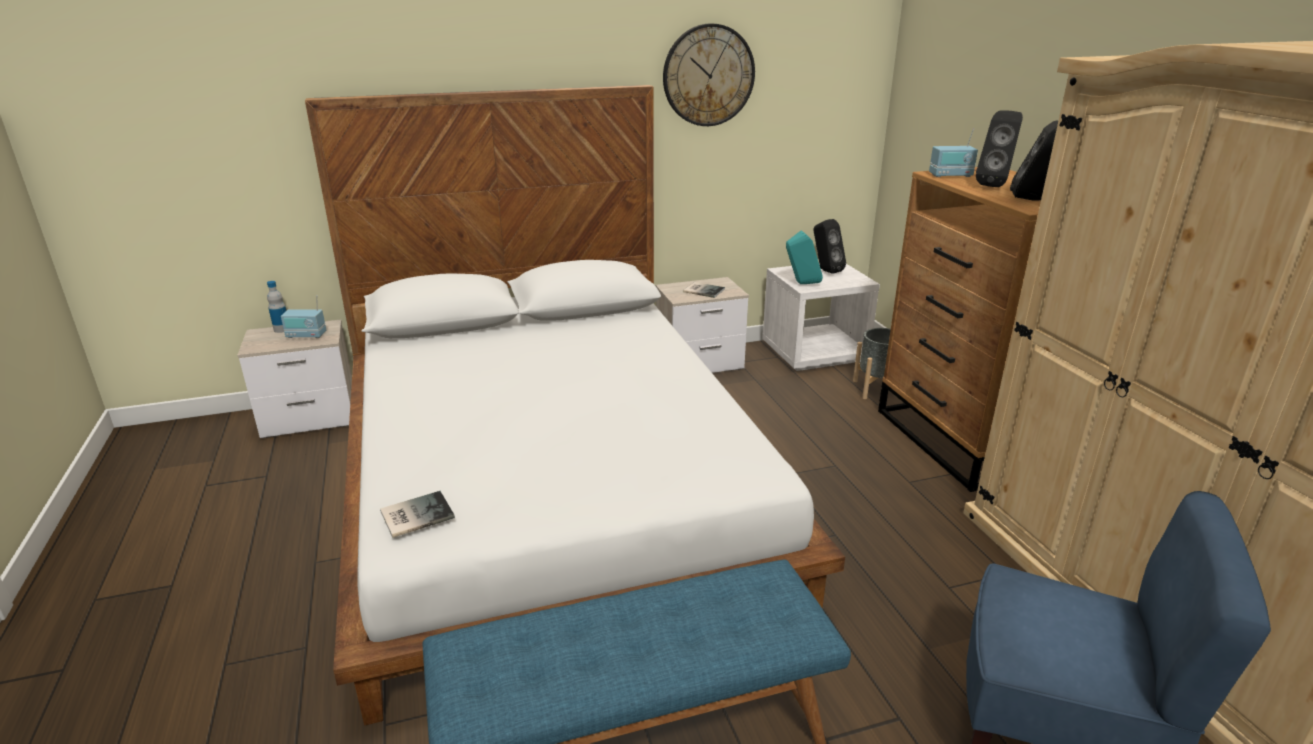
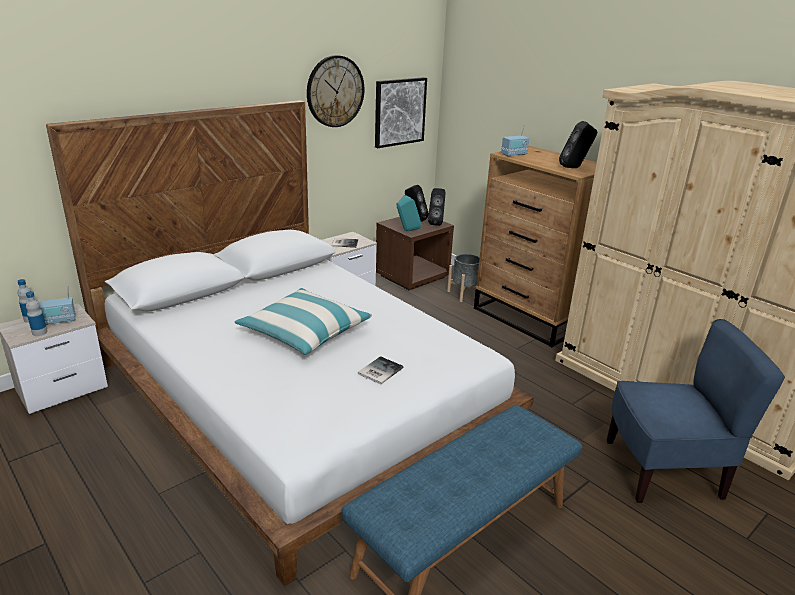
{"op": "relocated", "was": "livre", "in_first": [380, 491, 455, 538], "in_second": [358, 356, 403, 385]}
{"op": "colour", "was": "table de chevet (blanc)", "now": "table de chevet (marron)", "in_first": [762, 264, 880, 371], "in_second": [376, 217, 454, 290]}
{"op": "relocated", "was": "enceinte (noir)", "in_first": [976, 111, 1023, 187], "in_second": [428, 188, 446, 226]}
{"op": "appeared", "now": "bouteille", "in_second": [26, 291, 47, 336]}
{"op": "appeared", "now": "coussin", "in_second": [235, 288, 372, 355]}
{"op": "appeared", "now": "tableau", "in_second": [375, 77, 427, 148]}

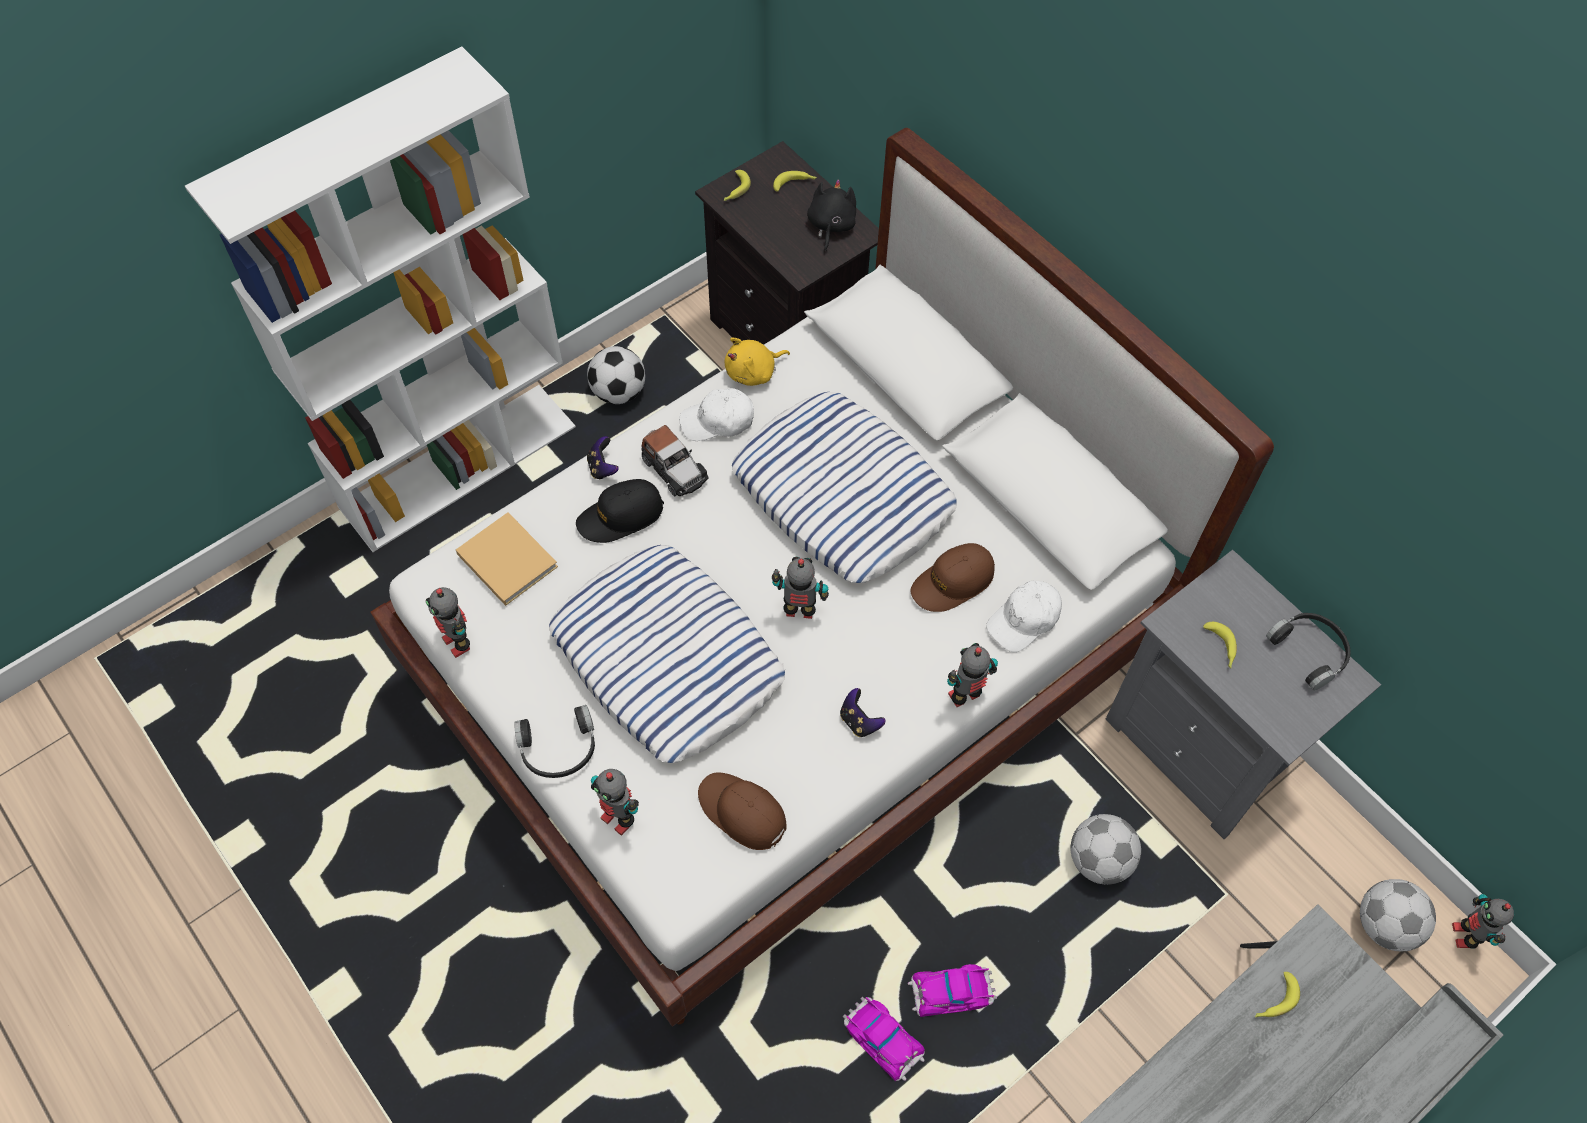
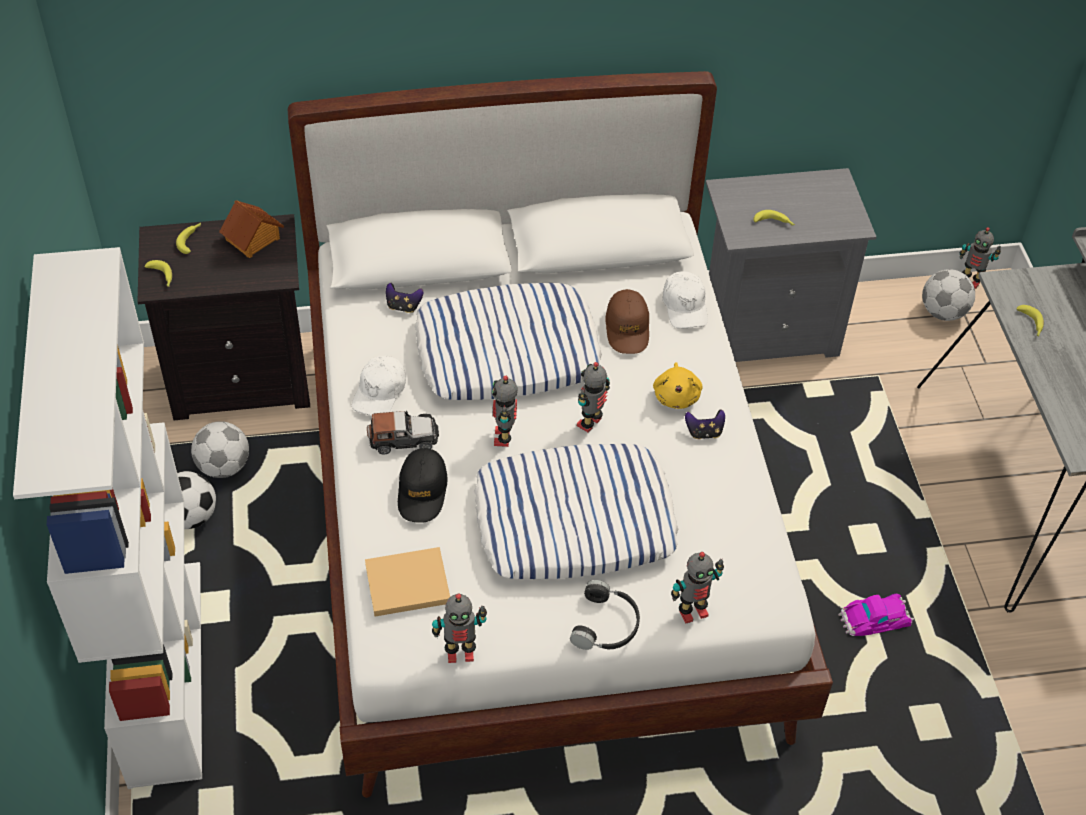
{"op": "relocated", "was": "manette", "in_first": [587, 436, 619, 480], "in_second": [386, 283, 423, 313]}
{"op": "missing", "was": "casquette (marron)", "in_first": [698, 772, 786, 850]}
{"op": "relocated", "was": "peluche (jaune)", "in_first": [725, 337, 790, 386], "in_second": [653, 362, 702, 409]}
{"op": "exchanged", "was": "peluche (noir)", "now": "maison miniature", "in_first": [807, 179, 856, 252], "in_second": [219, 200, 284, 258]}
{"op": "missing", "was": "petite voiture", "in_first": [908, 964, 997, 1017]}
{"op": "relocated", "was": "robot jouet", "in_first": [947, 643, 998, 707], "in_second": [492, 376, 518, 447]}
{"op": "relocated", "was": "ballon de foot", "in_first": [1070, 814, 1141, 885], "in_second": [191, 421, 249, 478]}
{"op": "missing", "was": "casque audio (noir)", "in_first": [1266, 613, 1351, 690]}

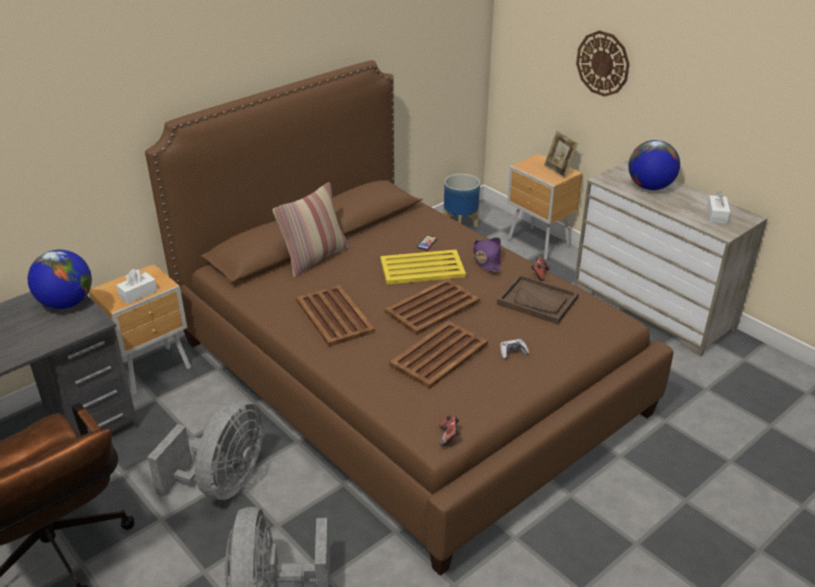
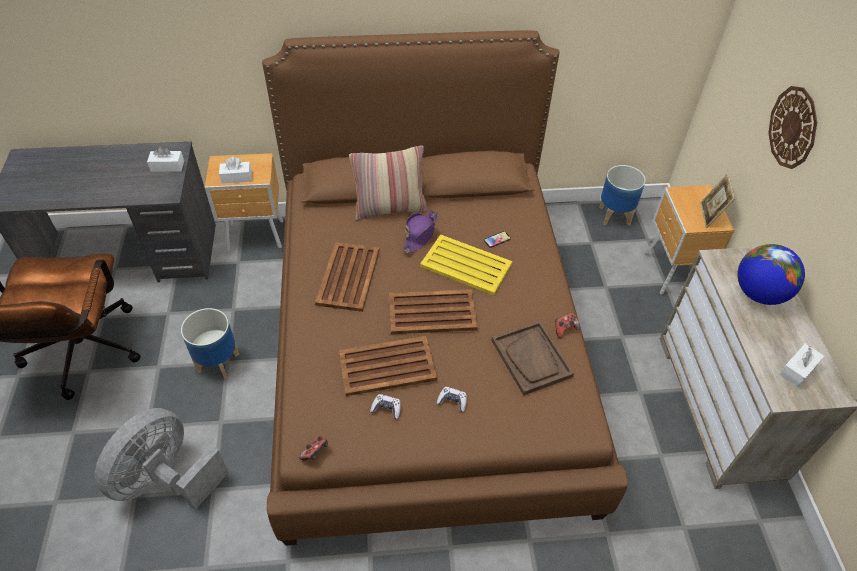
{"op": "exchanged", "was": "globe", "now": "boîte à mouchoirs (blanc)", "in_first": [28, 250, 92, 309], "in_second": [147, 147, 184, 172]}
{"op": "exchanged", "was": "ventilateur (gris)", "now": "cache-pot", "in_first": [147, 399, 264, 500], "in_second": [181, 308, 239, 379]}
{"op": "relocated", "was": "chapeau (violet)", "in_first": [473, 237, 501, 272], "in_second": [403, 210, 437, 253]}
{"op": "appeared", "now": "manette", "in_second": [370, 394, 401, 419]}

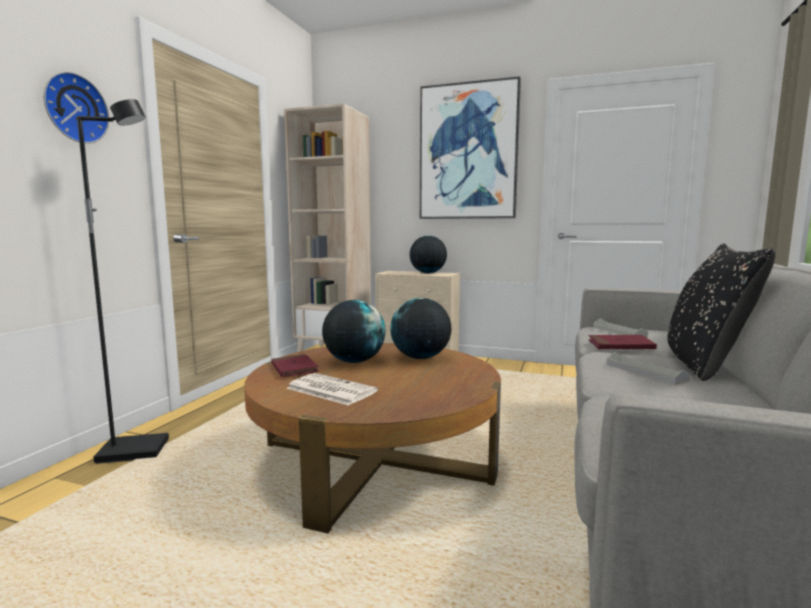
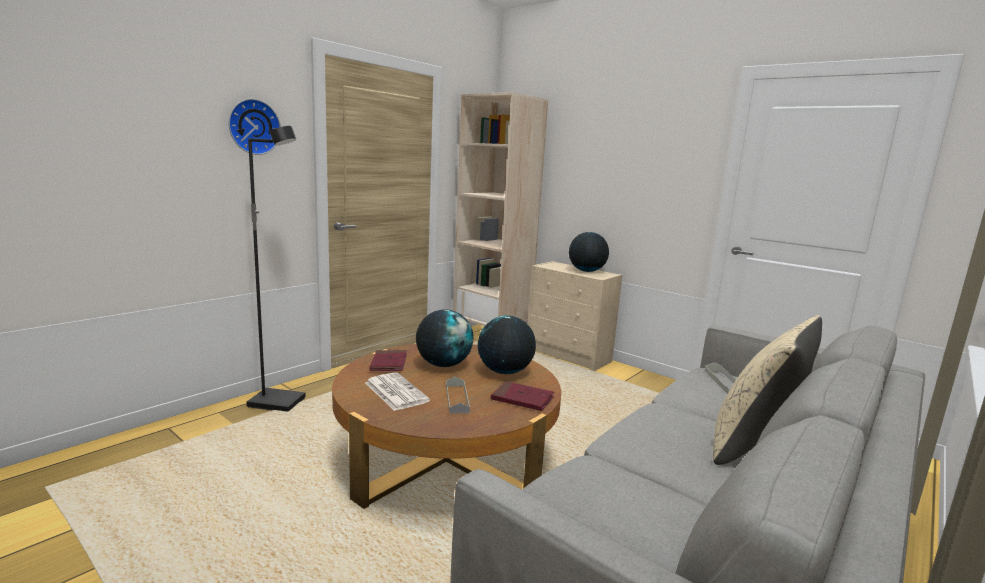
{"op": "missing", "was": "tableau", "in_first": [420, 76, 521, 219]}
{"op": "relocated", "was": "livre (rouge)", "in_first": [588, 335, 657, 349], "in_second": [491, 381, 554, 411]}
{"op": "relocated", "was": "plateau (gris)", "in_first": [606, 352, 691, 385], "in_second": [446, 377, 470, 414]}
{"op": "colour", "was": "coussin (noir)", "now": "coussin (beige)", "in_first": [668, 244, 776, 381], "in_second": [713, 315, 822, 465]}

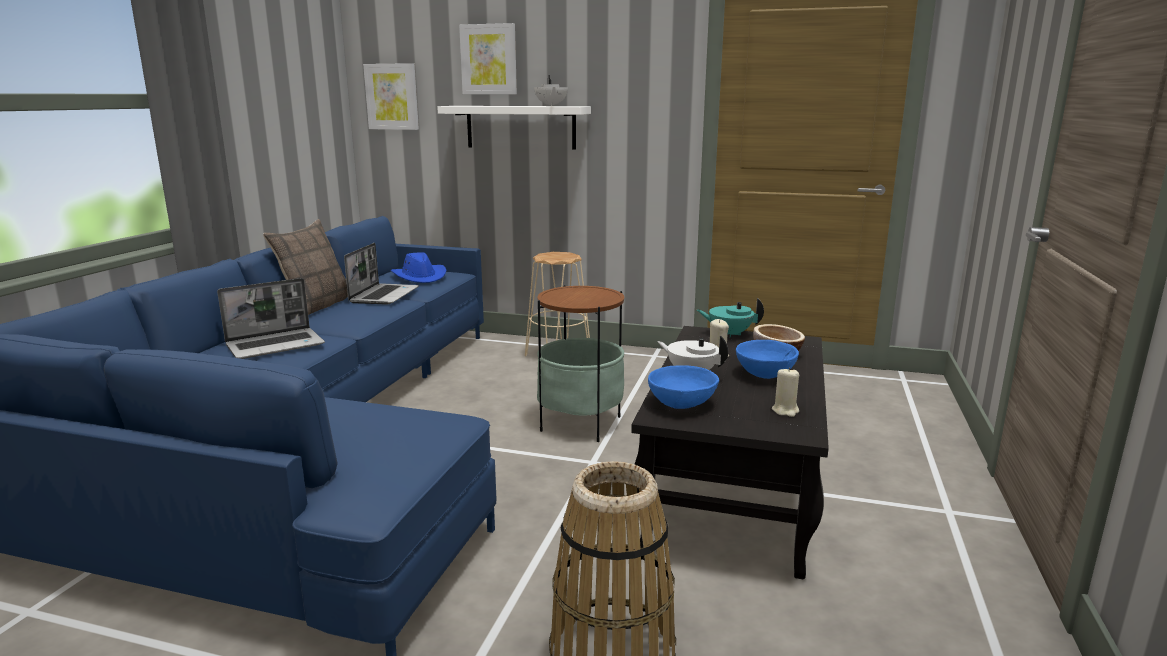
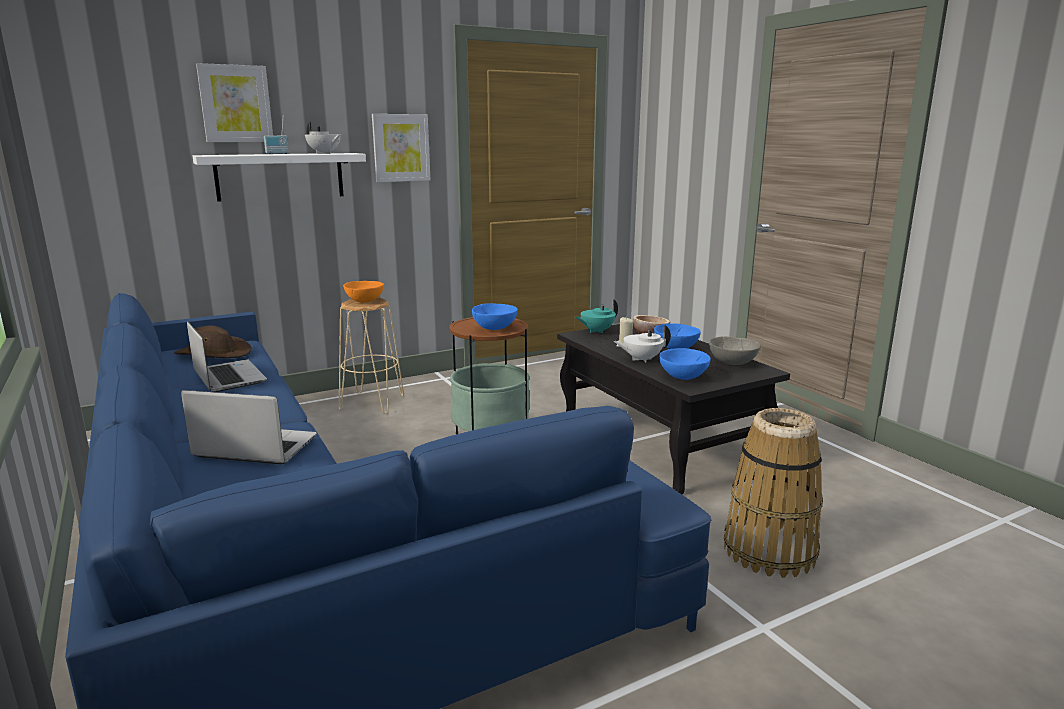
{"op": "spun", "was": "ordinateur portable", "in_first": [217, 278, 325, 359], "in_second": [181, 390, 317, 465], "clockwise": -90}
{"op": "missing", "was": "coussin", "in_first": [263, 219, 348, 315]}
{"op": "relocated", "was": "tableau", "in_first": [363, 63, 419, 130], "in_second": [372, 114, 430, 182]}
{"op": "colour", "was": "chapeau (bleu)", "now": "chapeau (marron)", "in_first": [391, 252, 446, 283], "in_second": [174, 325, 252, 358]}
{"op": "exchanged", "was": "bougie (beige)", "now": "bol (gris)", "in_first": [772, 367, 799, 417], "in_second": [709, 336, 761, 365]}
{"op": "appeared", "now": "radio", "in_second": [264, 115, 289, 154]}
{"op": "appeared", "now": "bol (orange)", "in_second": [343, 281, 384, 303]}
{"op": "appeared", "now": "bol (bleu)", "in_second": [472, 303, 518, 330]}

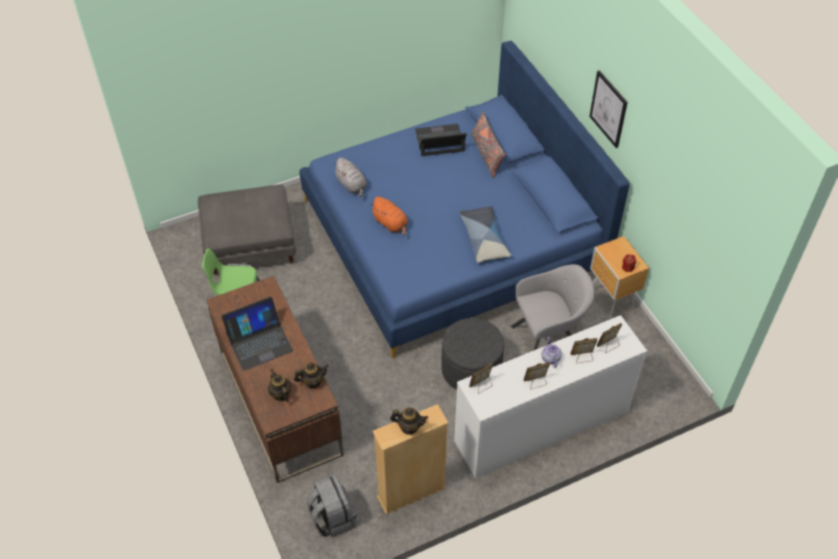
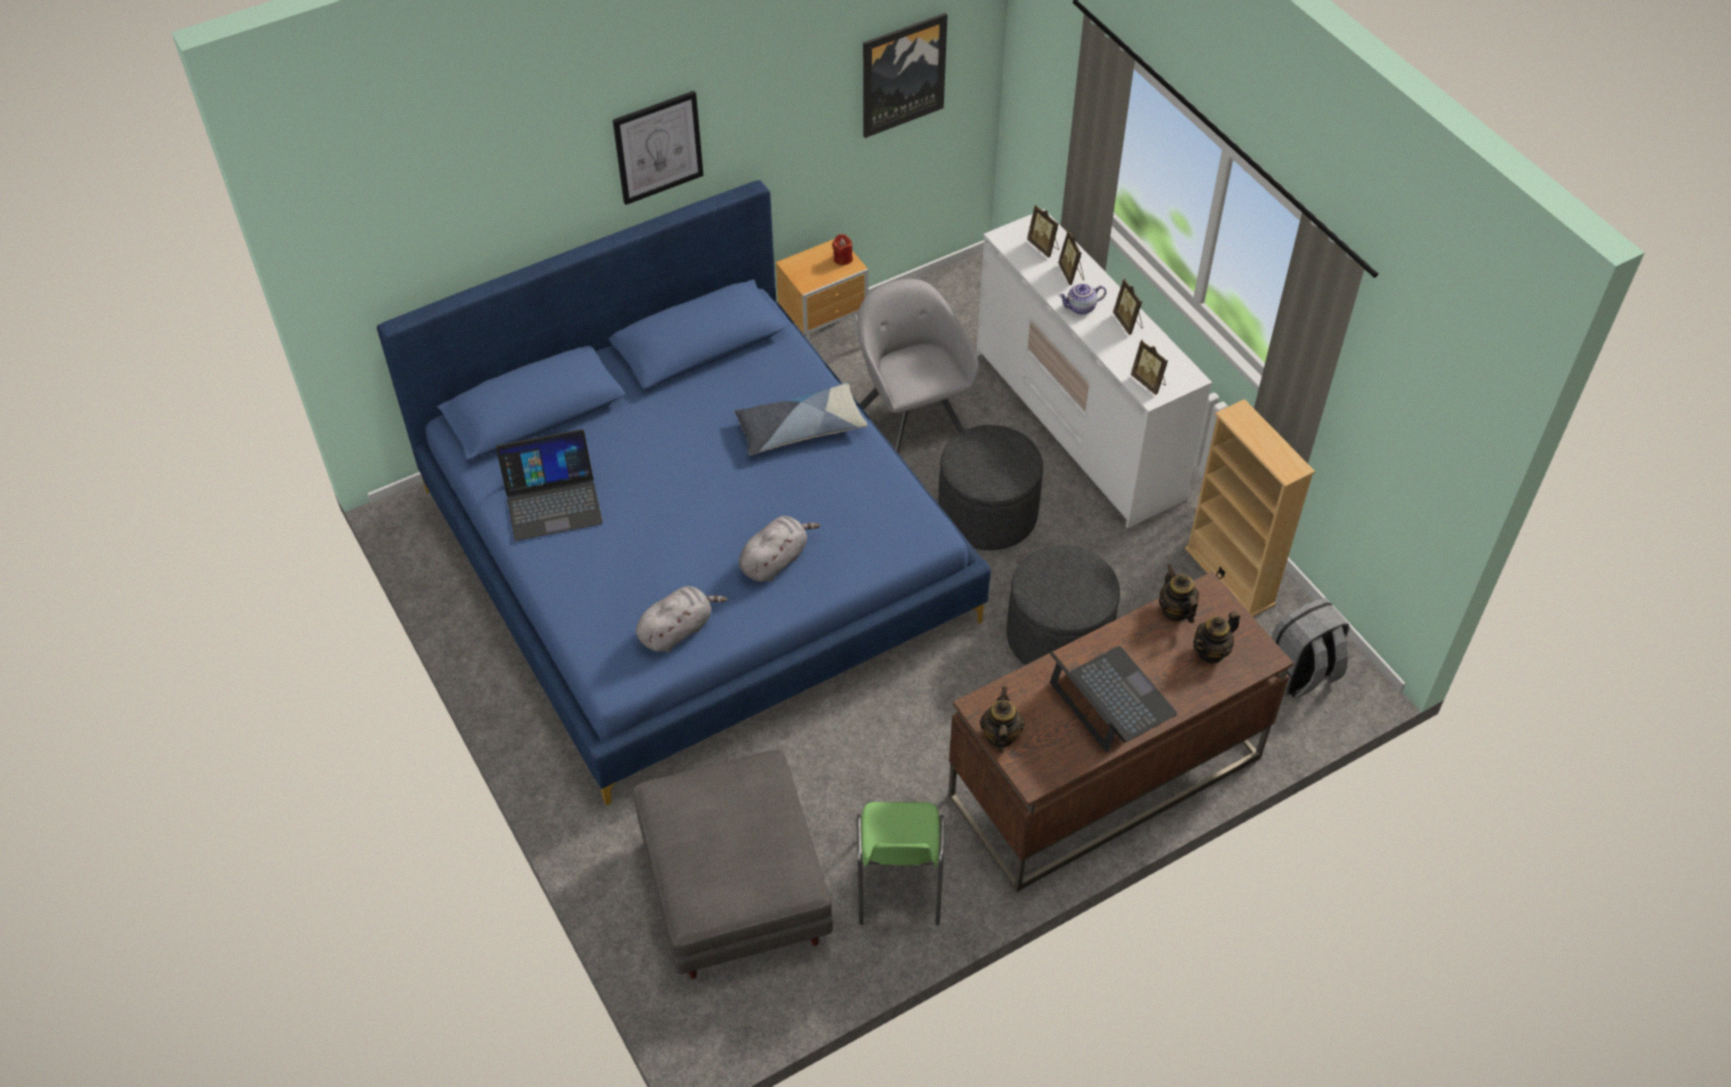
{"op": "colour", "was": "peluche (orange)", "now": "peluche (gris)", "in_first": [370, 197, 408, 236], "in_second": [739, 516, 820, 582]}
{"op": "relocated", "was": "théière", "in_first": [390, 407, 428, 435], "in_second": [980, 687, 1025, 753]}
{"op": "spun", "was": "ordinateur portable", "in_first": [415, 124, 467, 156], "in_second": [496, 429, 603, 541], "clockwise": -90}
{"op": "missing", "was": "coussin (gris)", "in_first": [471, 111, 506, 178]}
{"op": "appeared", "now": "tableau", "in_second": [863, 13, 948, 138]}
{"op": "appeared", "now": "pouf (gris)", "in_second": [1007, 545, 1120, 665]}

